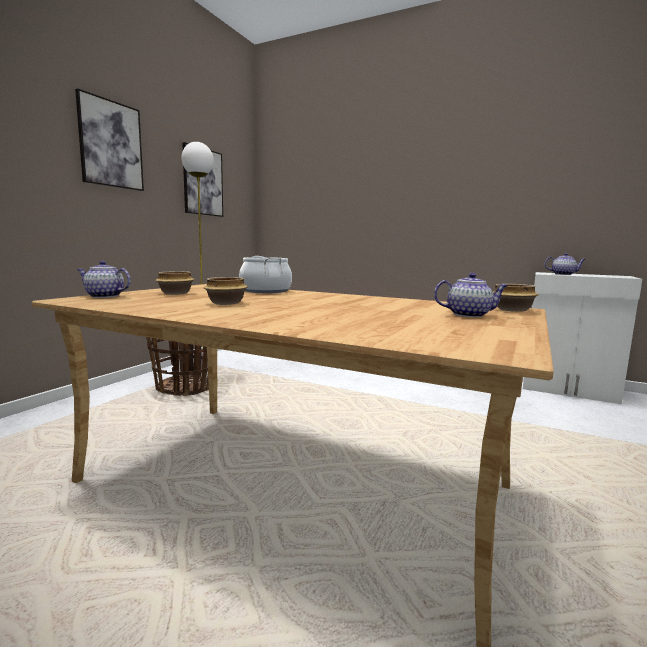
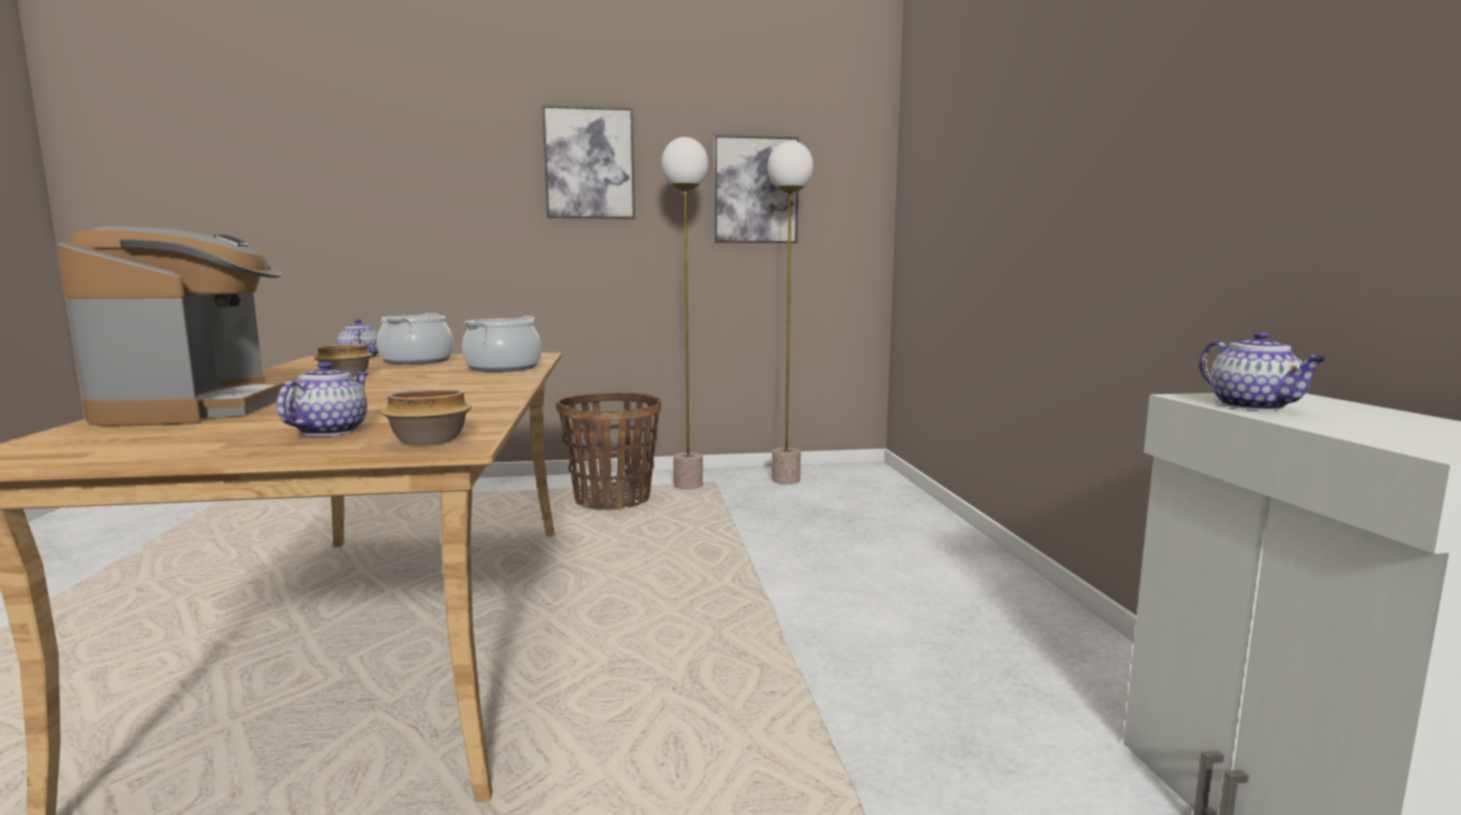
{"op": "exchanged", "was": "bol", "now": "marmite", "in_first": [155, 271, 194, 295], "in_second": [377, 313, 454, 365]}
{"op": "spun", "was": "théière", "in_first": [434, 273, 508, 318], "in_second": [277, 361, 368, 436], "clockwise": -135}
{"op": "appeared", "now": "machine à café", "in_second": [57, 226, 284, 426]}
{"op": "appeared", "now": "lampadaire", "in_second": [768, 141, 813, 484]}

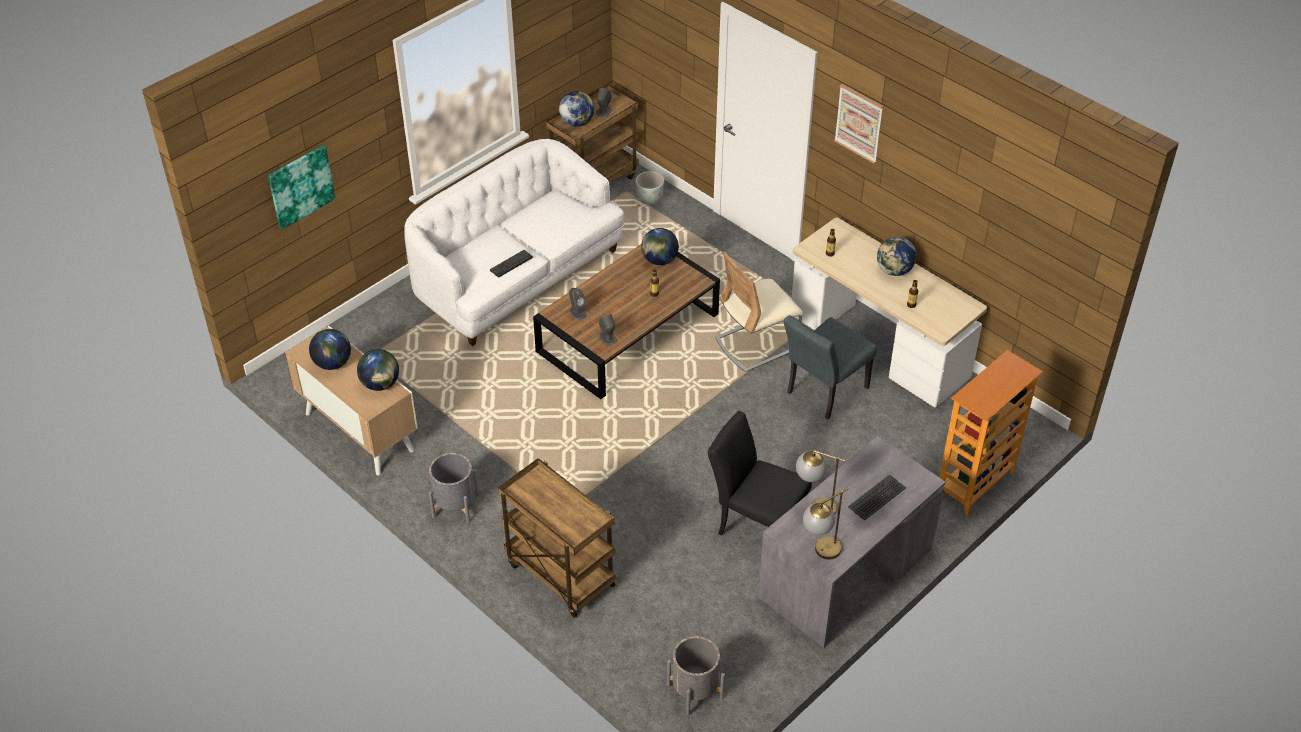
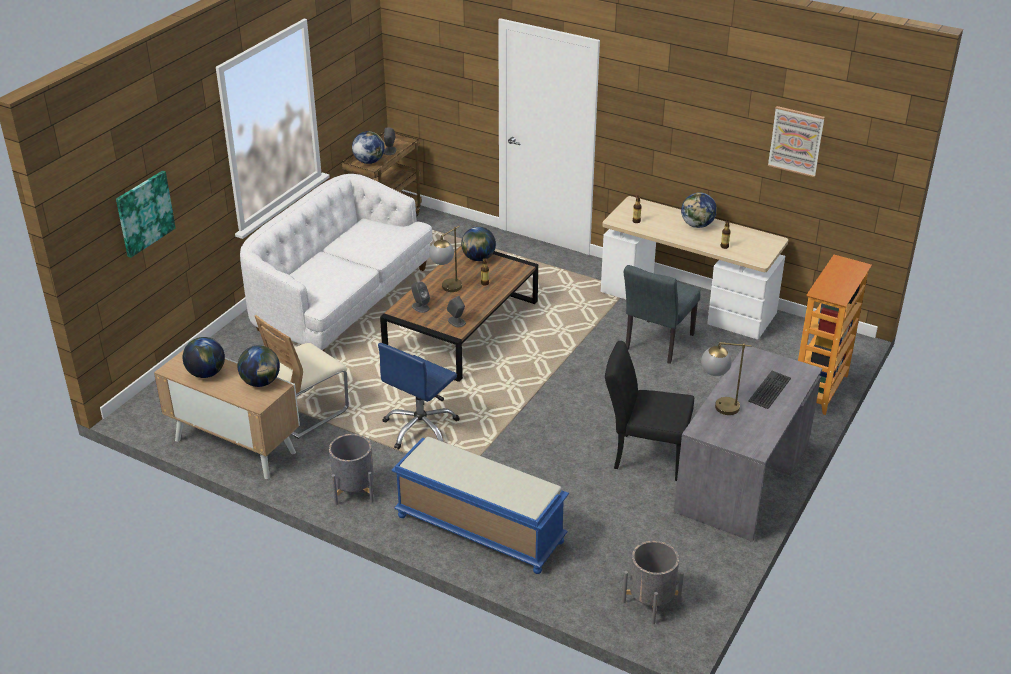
{"op": "missing", "was": "clavier", "in_first": [490, 250, 533, 278]}
{"op": "exchanged", "was": "chariot (marron)", "now": "banc (bleu)", "in_first": [498, 458, 616, 618], "in_second": [391, 437, 569, 574]}
{"op": "missing", "was": "cache-pot (gris)", "in_first": [635, 171, 664, 205]}
{"op": "relocated", "was": "chaise (beige)", "in_first": [715, 252, 803, 372], "in_second": [255, 315, 349, 439]}
{"op": "relocated", "was": "lampe de table", "in_first": [803, 488, 848, 560], "in_second": [429, 226, 462, 292]}
{"op": "relocated", "was": "tableau", "in_first": [834, 84, 884, 164], "in_second": [768, 106, 825, 177]}
{"op": "appeared", "now": "chaise de bureau (bleu)", "in_second": [378, 343, 460, 450]}

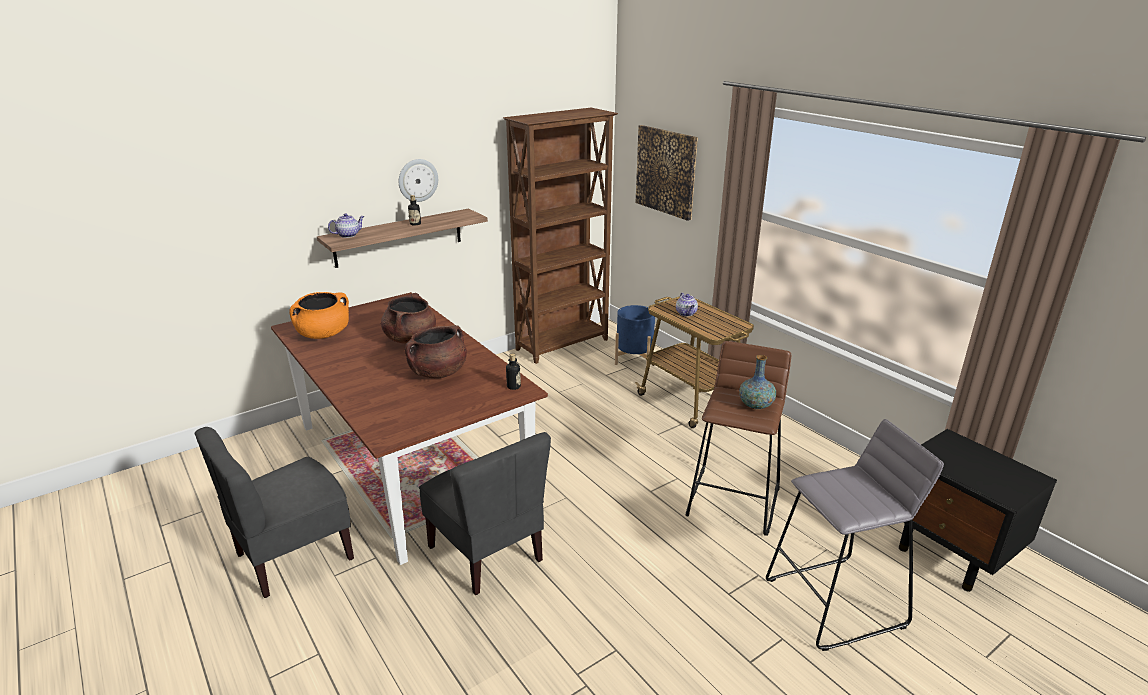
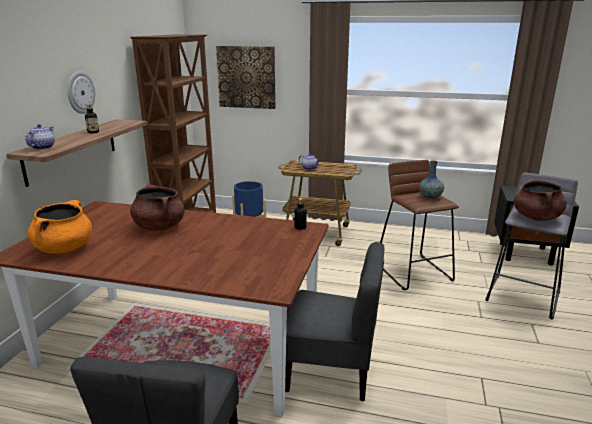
{"op": "relocated", "was": "marmite (marron)", "in_first": [405, 325, 467, 378], "in_second": [514, 179, 567, 221]}

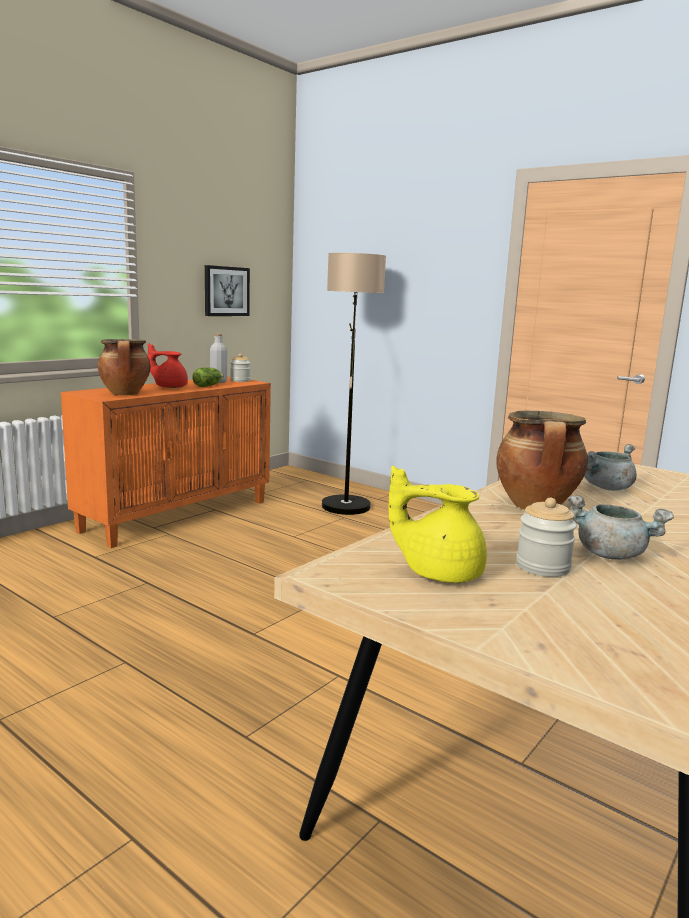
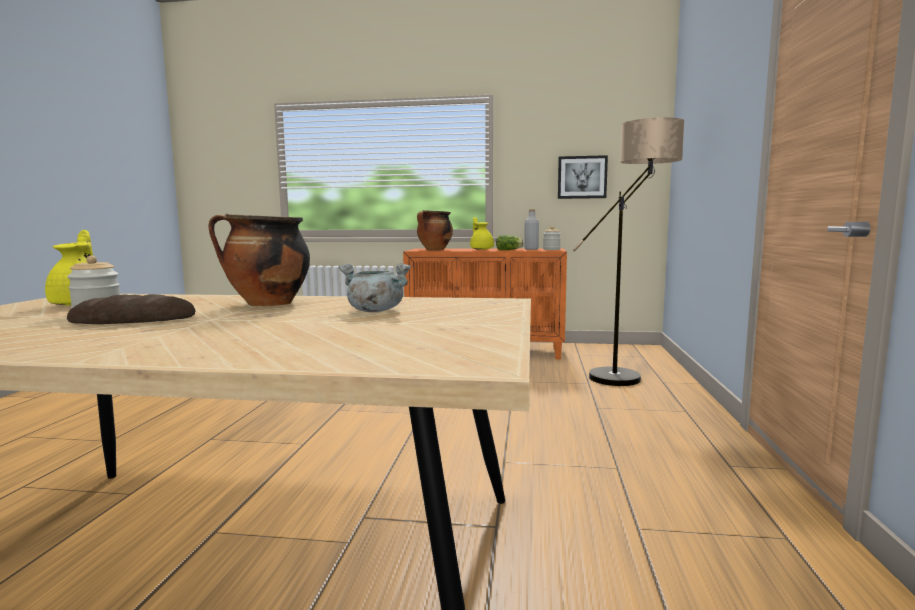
{"op": "colour", "was": "théière (rouge)", "now": "théière (jaune)", "in_first": [148, 343, 188, 388], "in_second": [470, 217, 494, 250]}
{"op": "exchanged", "was": "marmite (gris)", "now": "pain", "in_first": [567, 495, 674, 560], "in_second": [67, 294, 195, 324]}

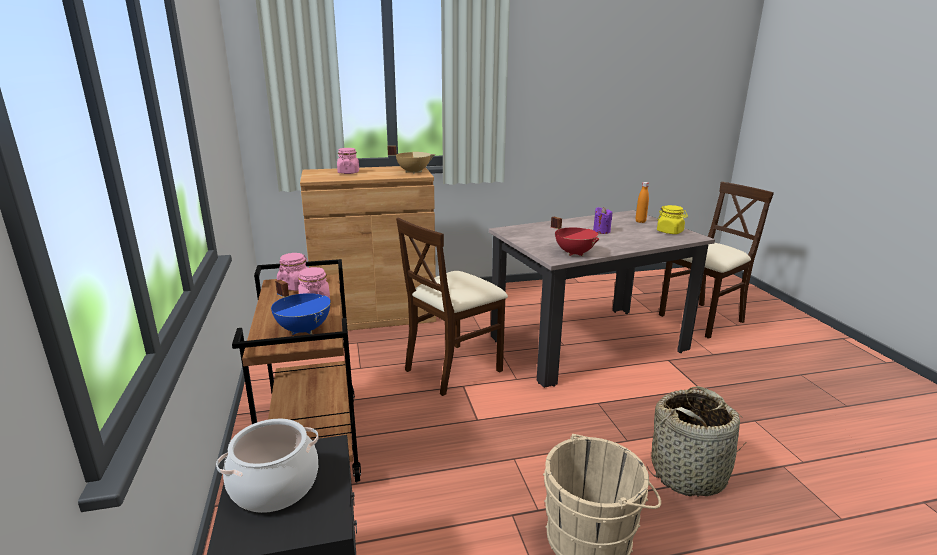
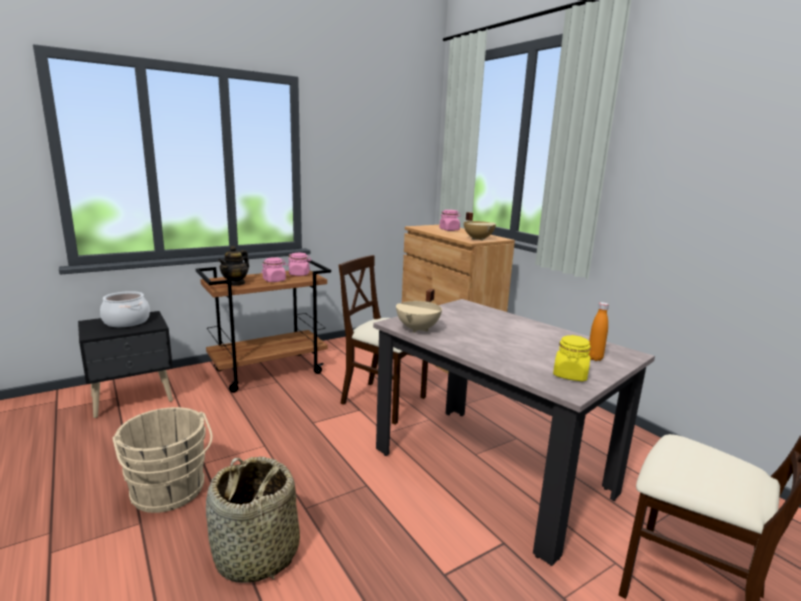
{"op": "exchanged", "was": "marmite (bleu)", "now": "théière", "in_first": [271, 280, 331, 335], "in_second": [218, 246, 249, 286]}
{"op": "colour", "was": "marmite (rouge)", "now": "marmite (beige)", "in_first": [551, 217, 600, 256], "in_second": [396, 289, 442, 333]}
{"op": "missing", "was": "bougie (violet)", "in_first": [593, 207, 612, 234]}

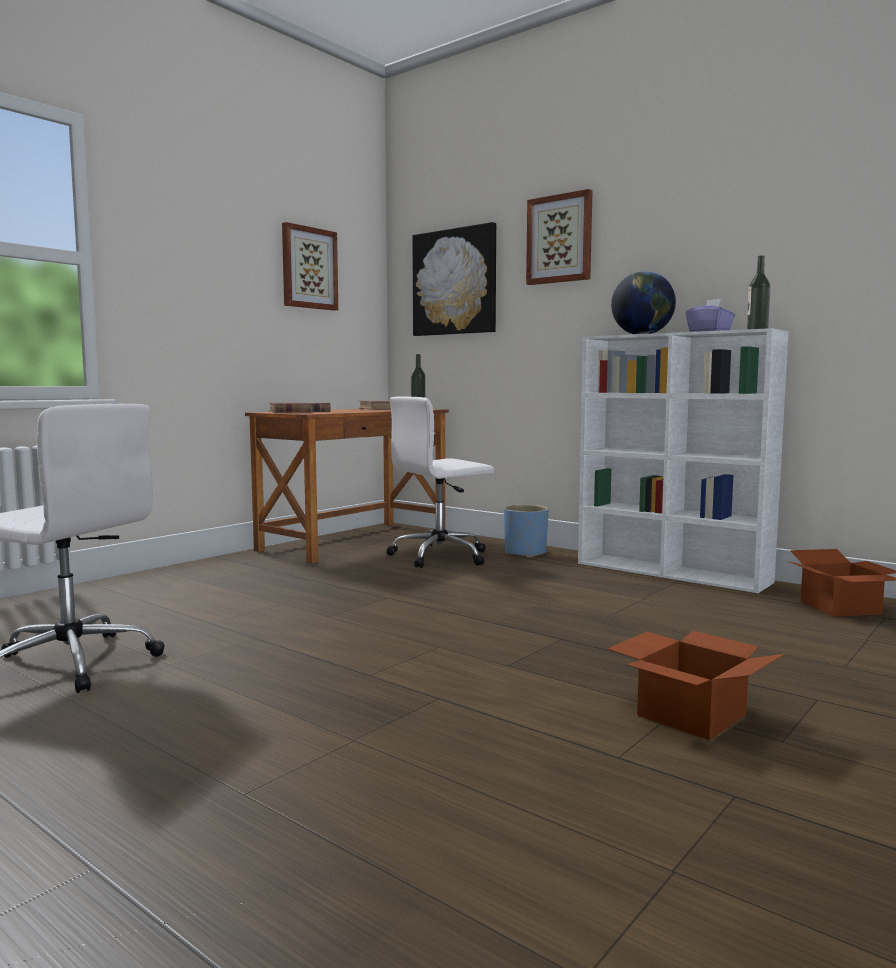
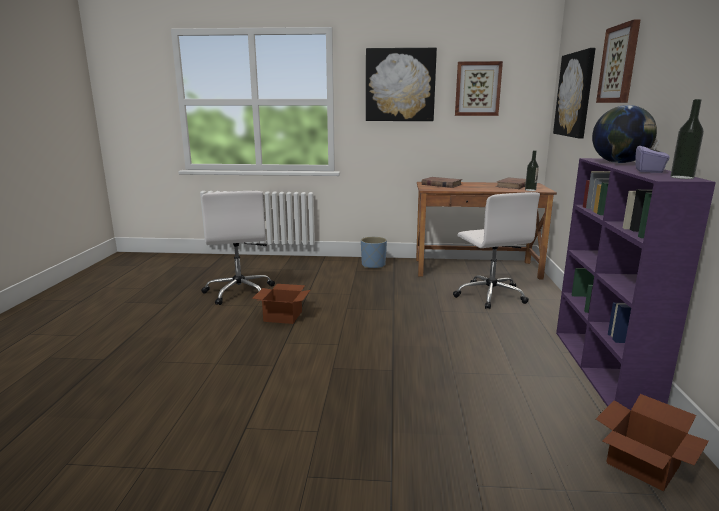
{"op": "spun", "was": "chaise de bureau (blanc)", "in_first": [386, 396, 494, 568], "in_second": [453, 192, 540, 309], "clockwise": -135}
{"op": "relocated", "was": "cache-pot (bleu)", "in_first": [504, 505, 549, 558], "in_second": [361, 237, 387, 268]}
{"op": "colour", "was": "bibliothèque (blanc)", "now": "bibliothèque (violet)", "in_first": [578, 328, 789, 593], "in_second": [556, 158, 716, 410]}
{"op": "relocated", "was": "carton", "in_first": [607, 630, 785, 740], "in_second": [252, 284, 310, 324]}
{"op": "appeared", "now": "tableau", "in_second": [366, 48, 437, 121]}

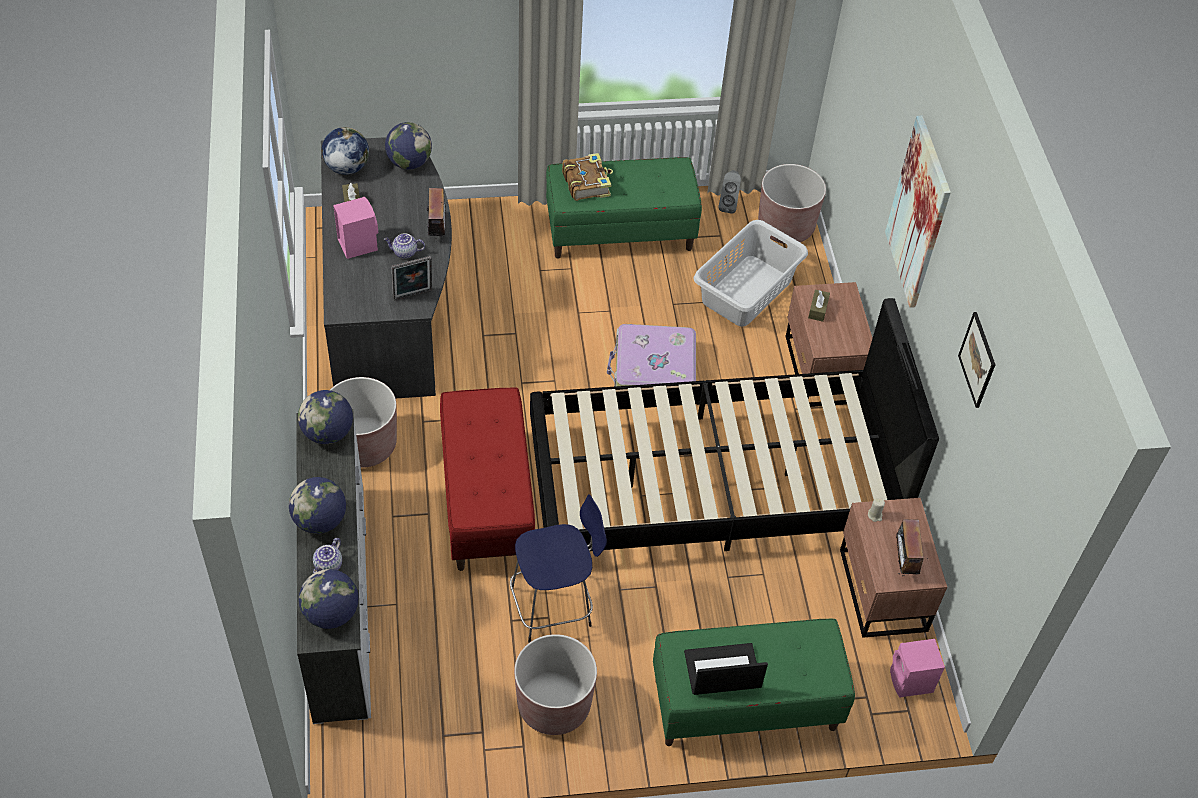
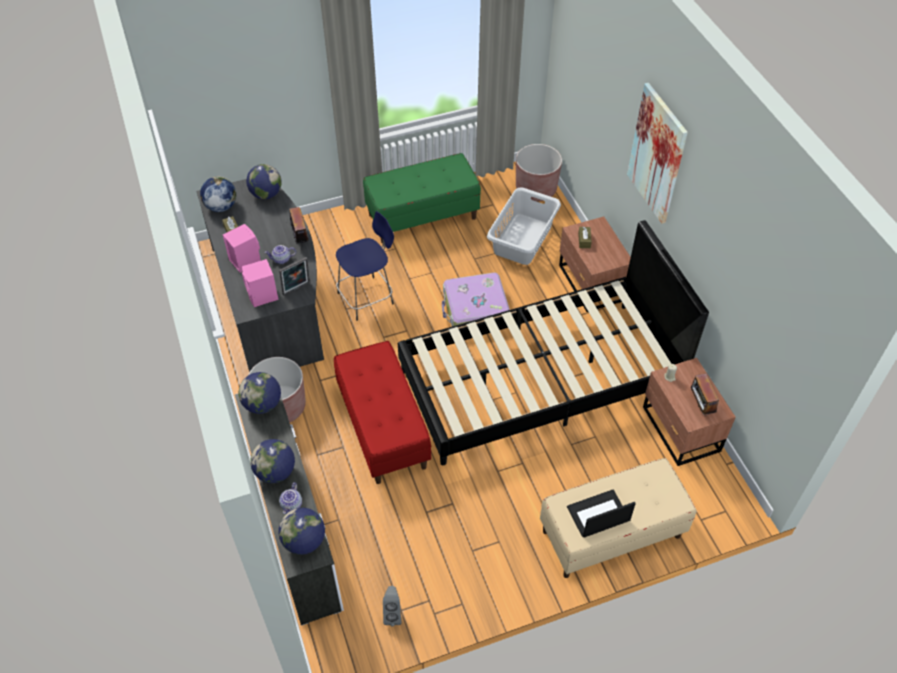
{"op": "relocated", "was": "tabouret (bleu)", "in_first": [510, 494, 607, 643], "in_second": [336, 211, 394, 321]}
{"op": "missing", "was": "cache-pot (marron)", "in_first": [514, 634, 597, 735]}
{"op": "missing", "was": "livre", "in_first": [562, 153, 613, 201]}
{"op": "colour", "was": "banc (vert)", "now": "banc (beige)", "in_first": [653, 619, 855, 746], "in_second": [540, 458, 696, 578]}
{"op": "relocated", "was": "enceinte (gris)", "in_first": [718, 170, 741, 214], "in_second": [383, 586, 402, 626]}
{"op": "relocated", "was": "enceinte (rose)", "in_first": [890, 639, 945, 698], "in_second": [242, 259, 279, 307]}
{"op": "missing", "was": "tableau", "in_first": [958, 312, 996, 408]}

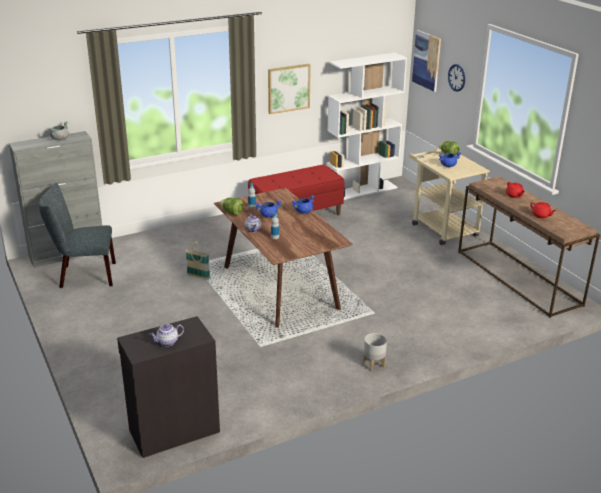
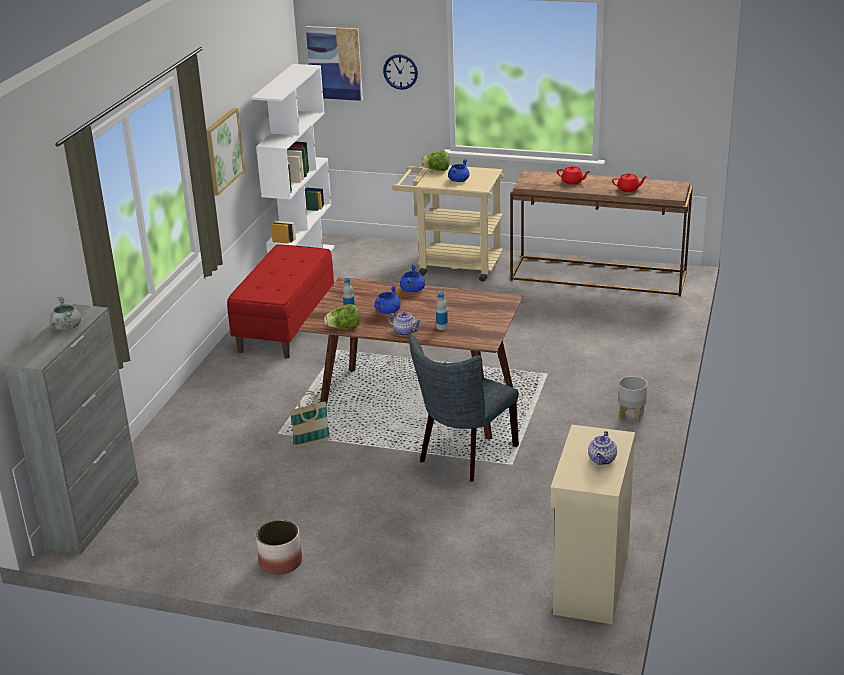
{"op": "relocated", "was": "chaise (gris)", "in_first": [39, 183, 116, 288], "in_second": [409, 334, 519, 482]}
{"op": "colour", "was": "meuble de rangement (noir)", "now": "meuble de rangement (beige)", "in_first": [117, 316, 220, 458], "in_second": [550, 425, 635, 624]}
{"op": "appeared", "now": "cache-pot", "in_second": [256, 520, 302, 575]}

